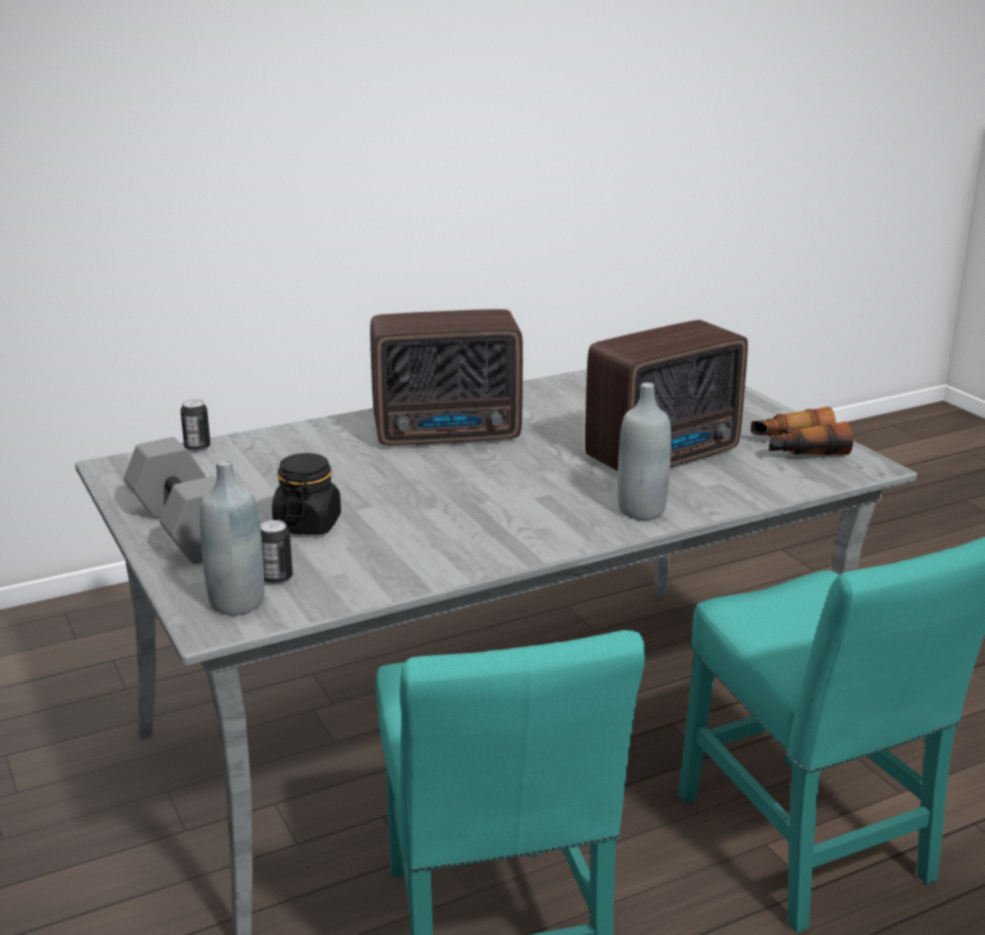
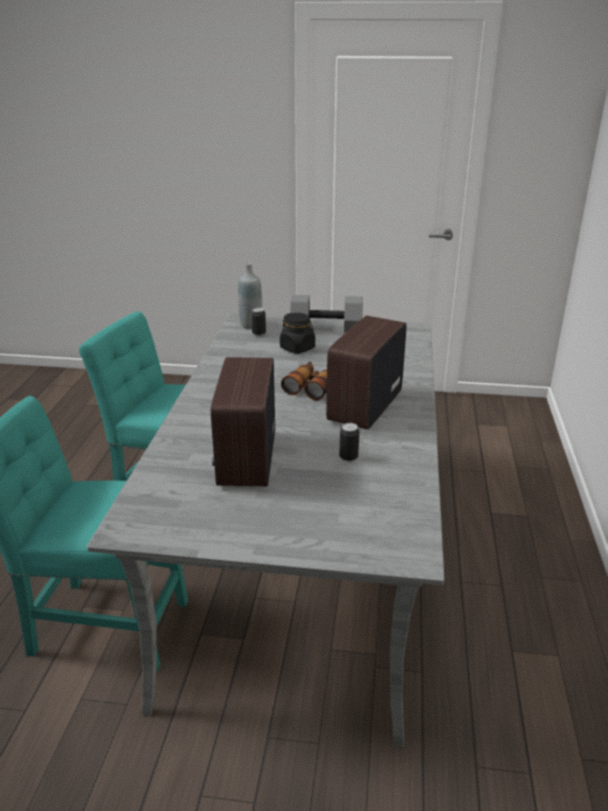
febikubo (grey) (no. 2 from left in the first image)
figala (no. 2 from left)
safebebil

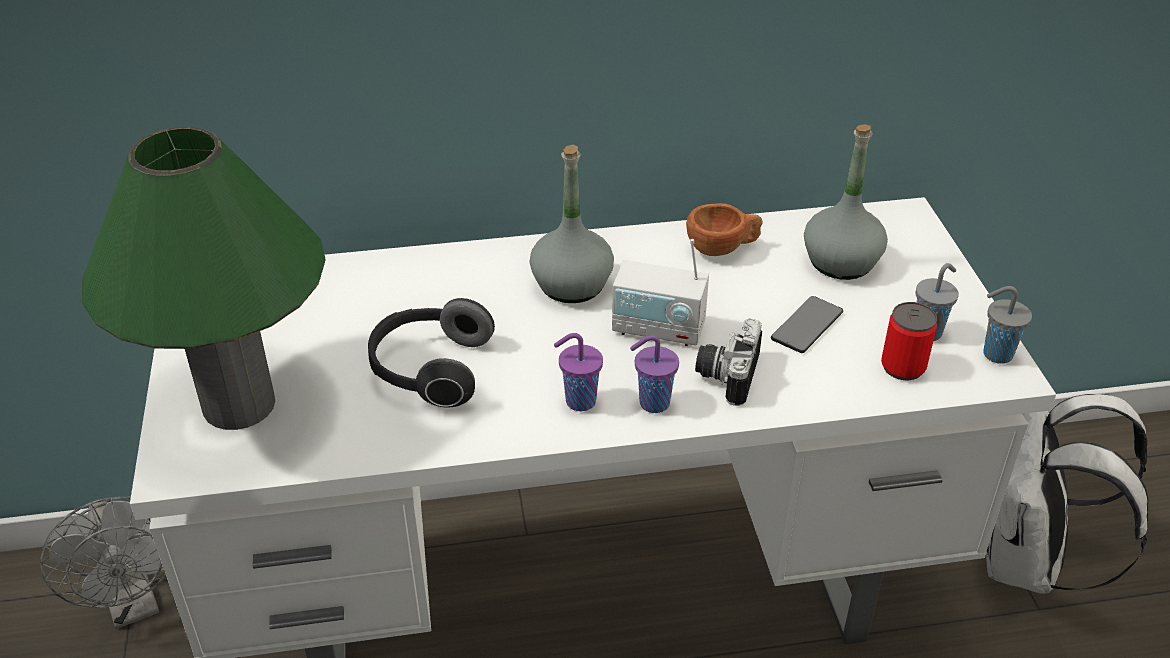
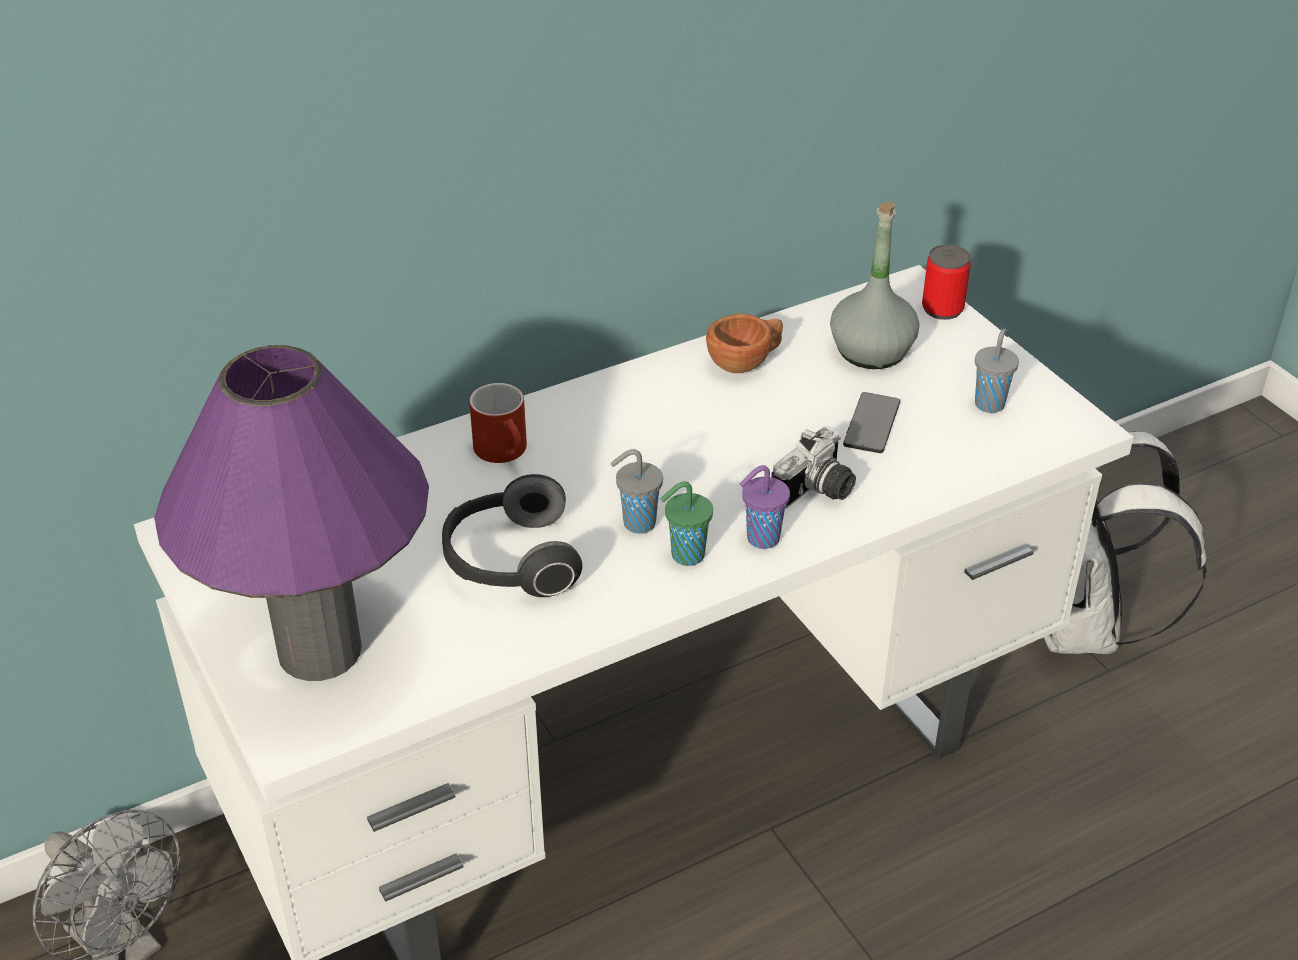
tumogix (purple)
febikubo (grey) (no. 1 from left in the first image)
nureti
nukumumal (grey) (no. 1 from left)
figala
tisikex
nukumumal (green)
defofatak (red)

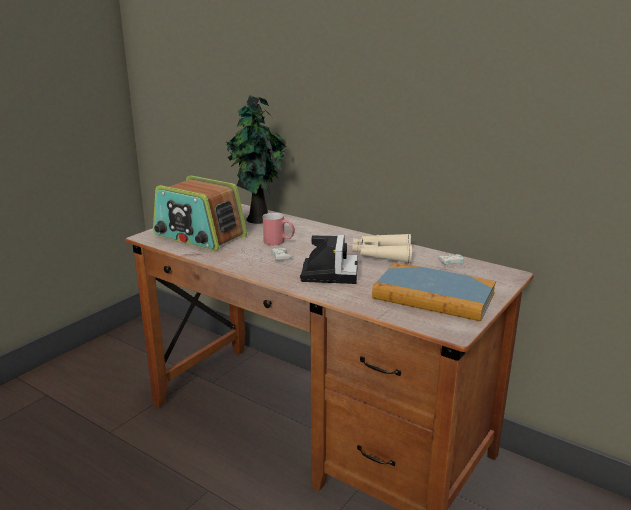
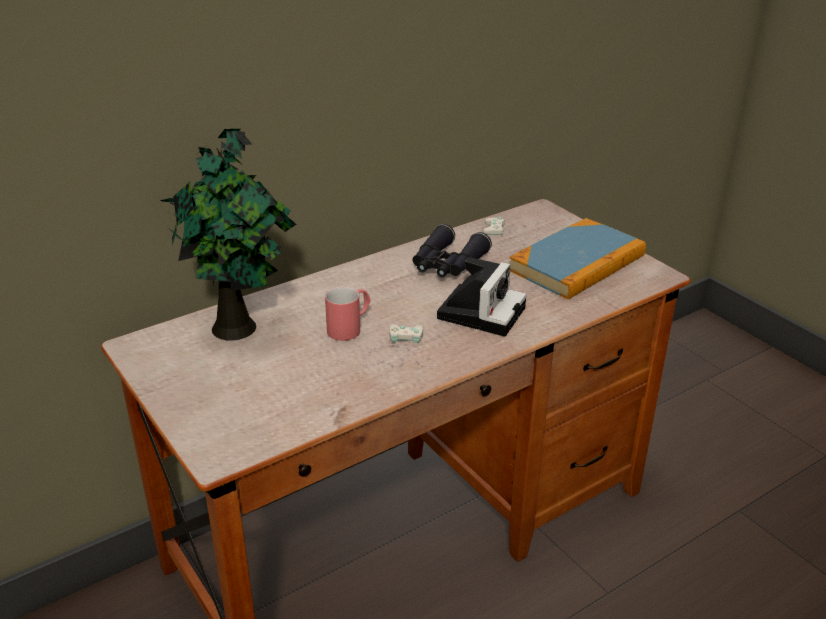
nureti
tisikex
safebebil (black)

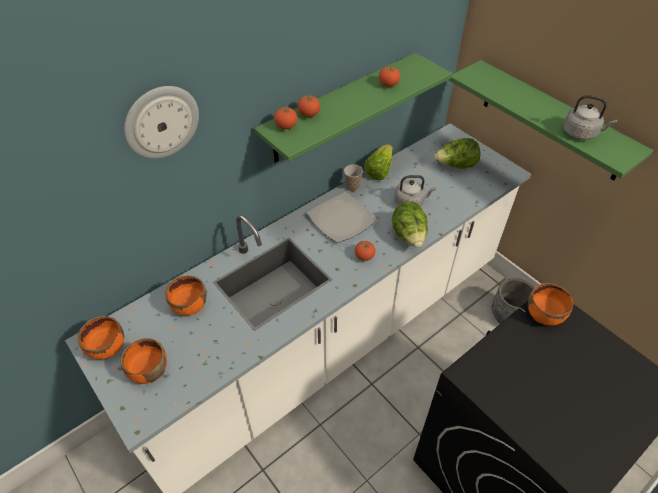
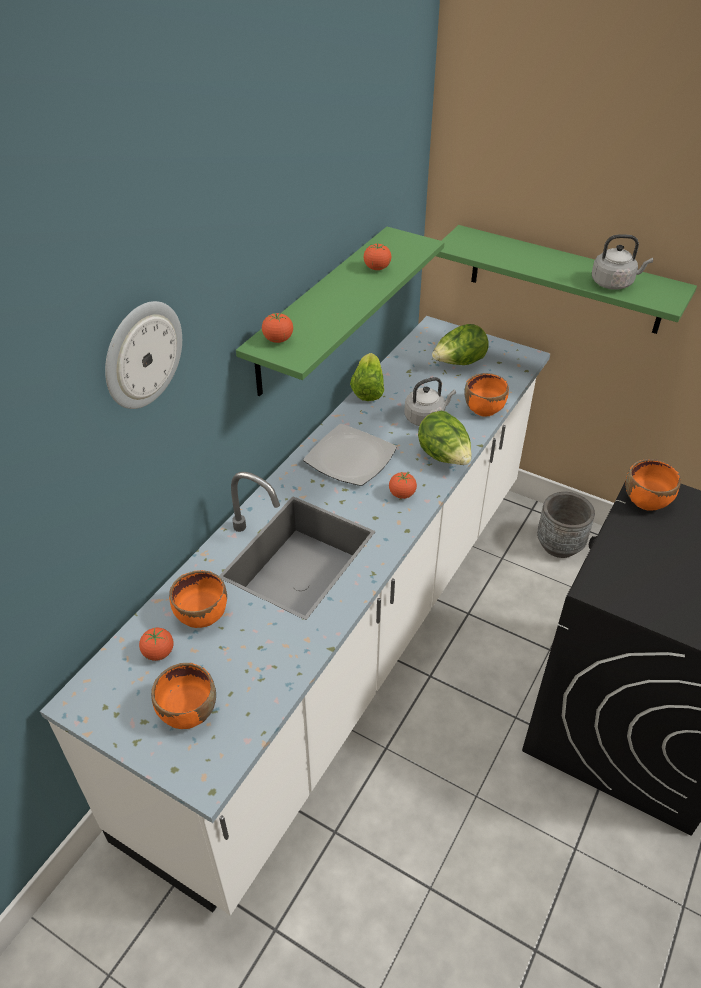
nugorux (no. 1 from left)
nukumumal
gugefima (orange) (no. 3 from left)

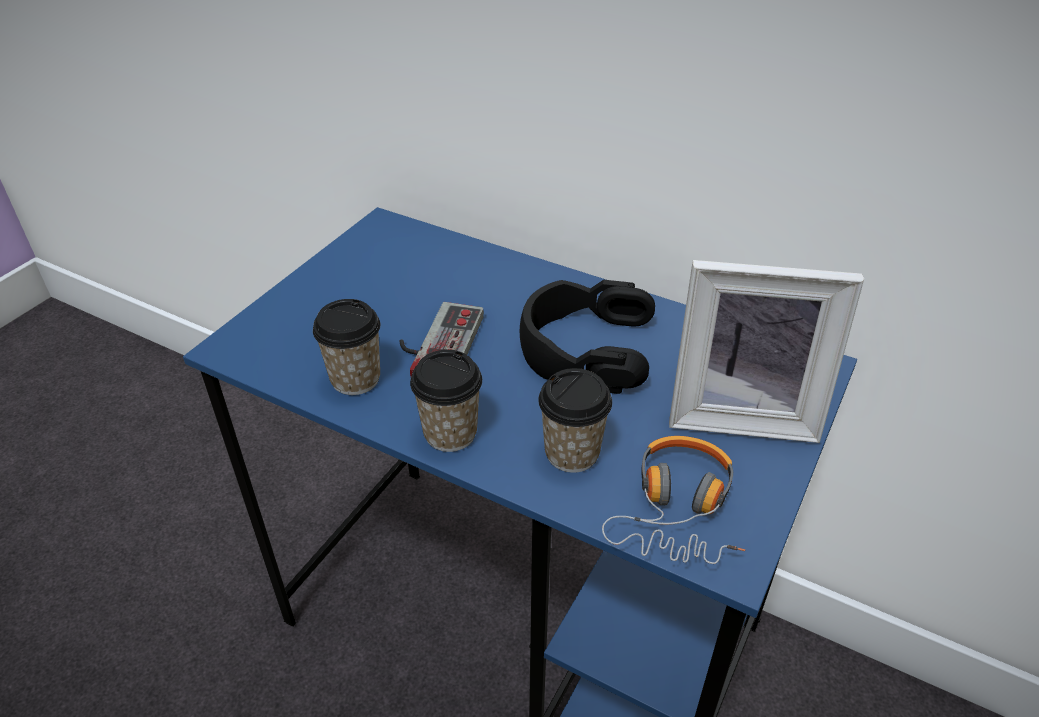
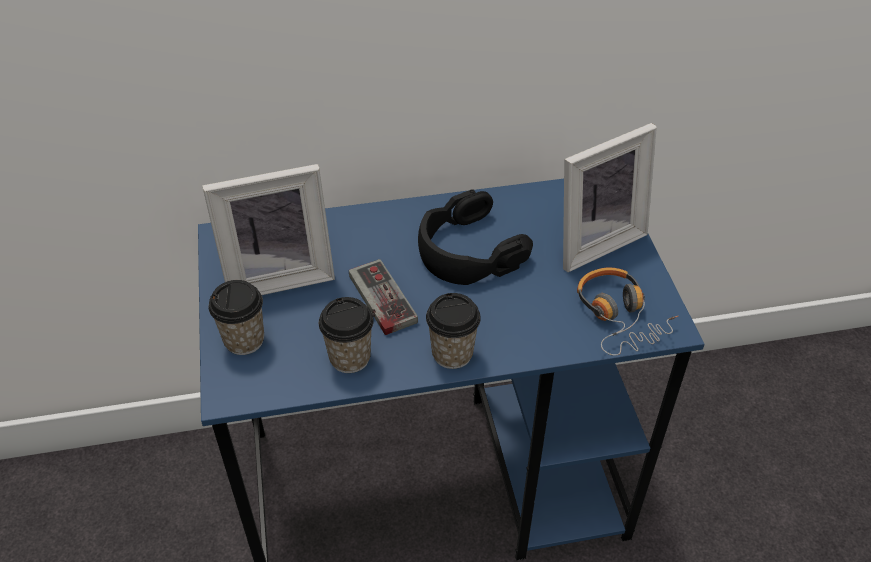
nukumumal (no. 1 from left)
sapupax (no. 1 from left)

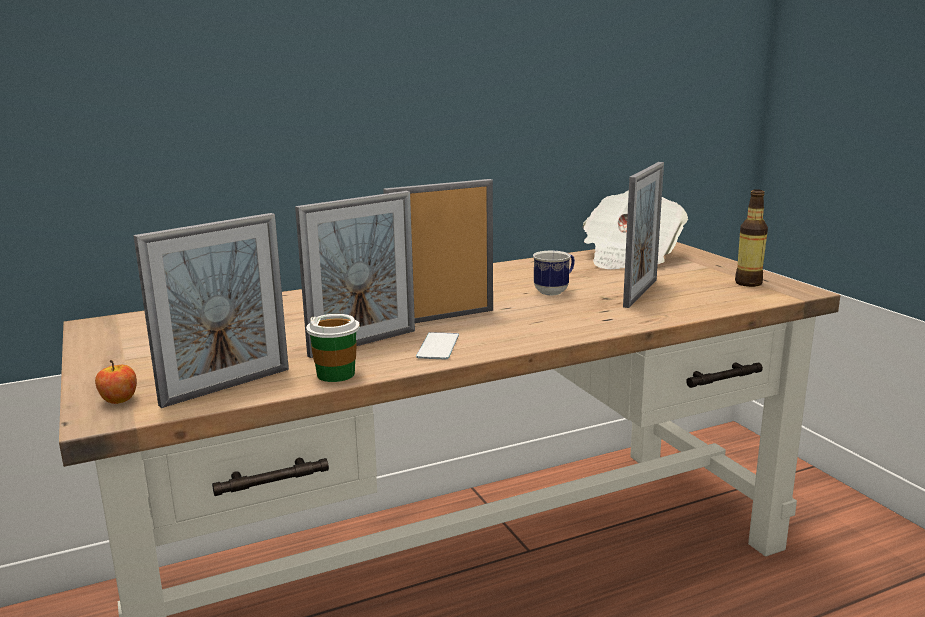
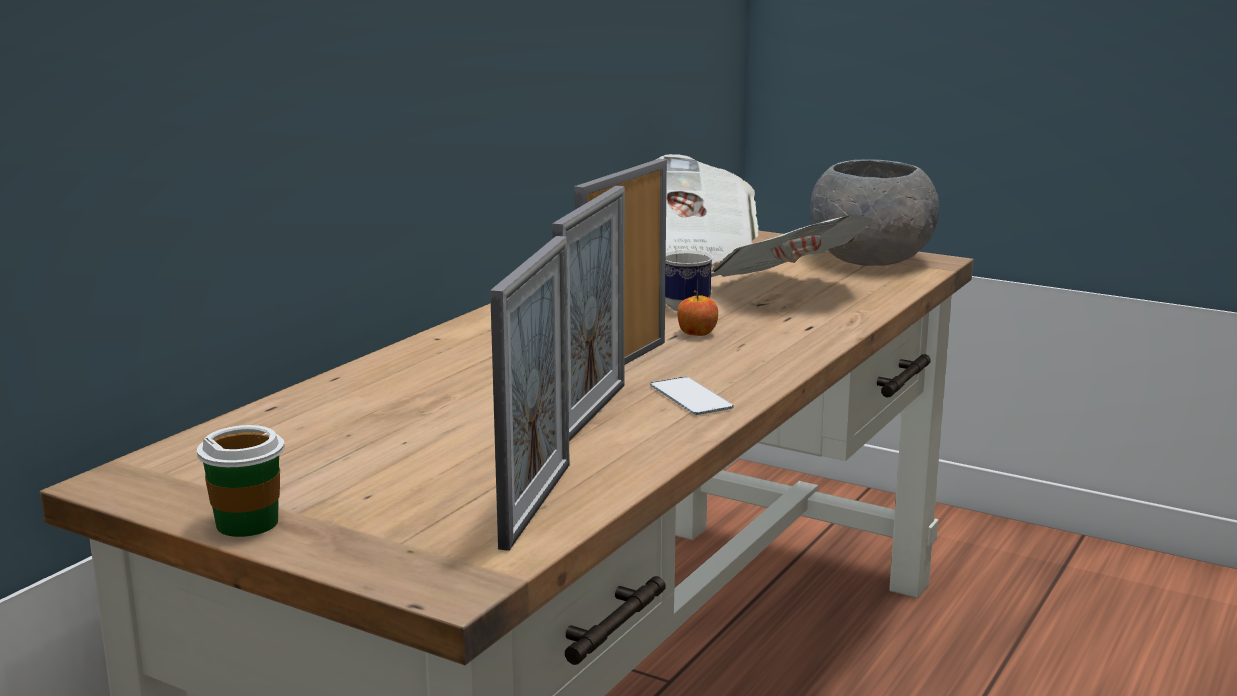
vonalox (no. 2 from left)
gugefima (grey)
nukumumal
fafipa

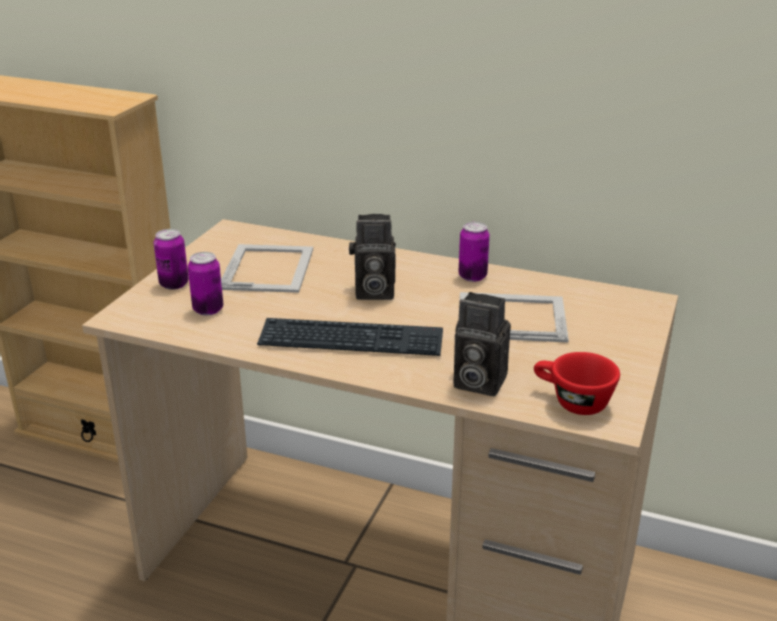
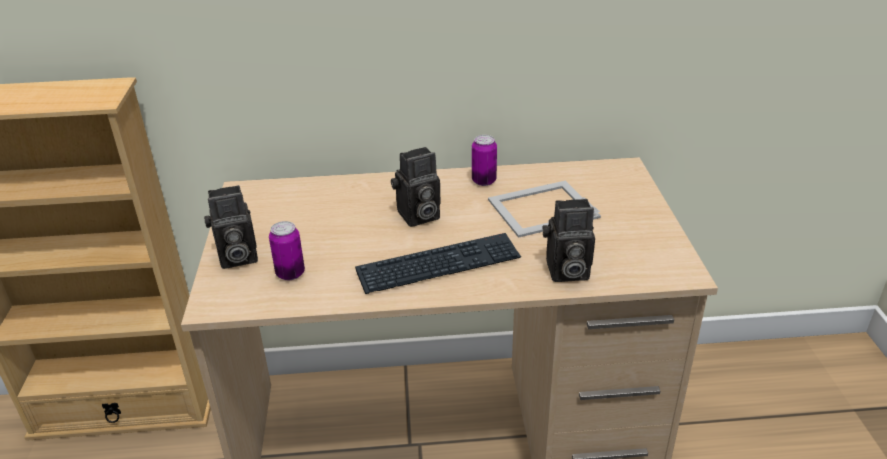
tisikex (no. 1 from left)
sapupax (no. 1 from left in the first image)
nukumumal (red)

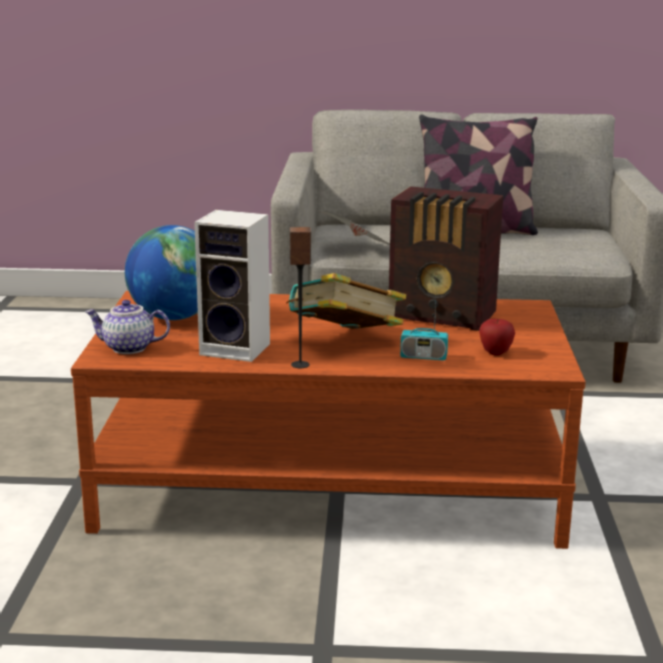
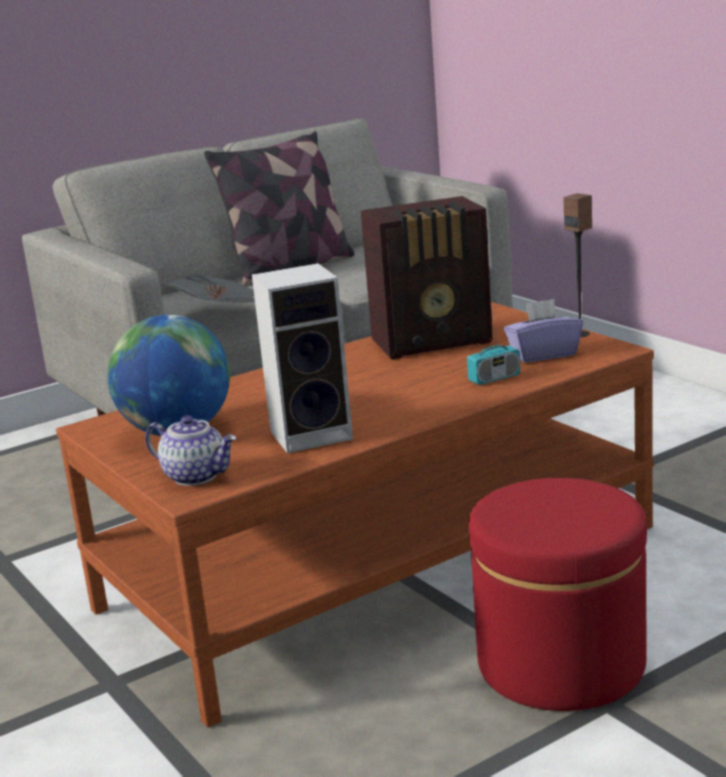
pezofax (no. 2 from left)
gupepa
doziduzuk
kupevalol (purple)
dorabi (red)

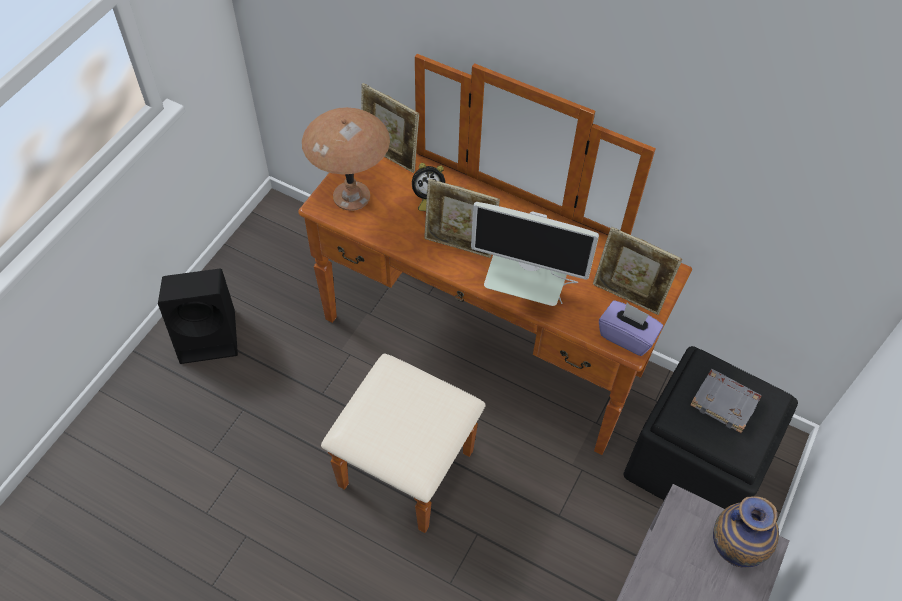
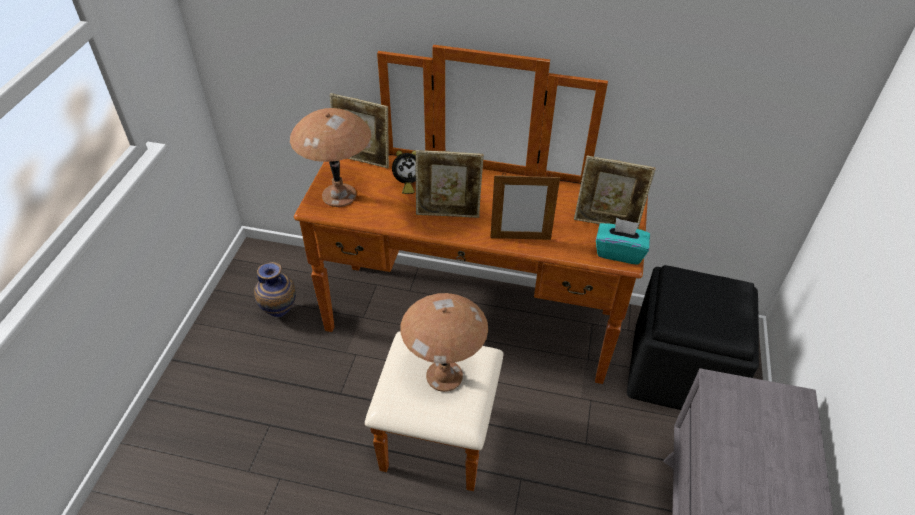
sapupax (no. 3 from left)
pezofax (black)
kupevalol (turquoise)
gupepa (grey)
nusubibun
tumogix (brown) (no. 2 from left)

